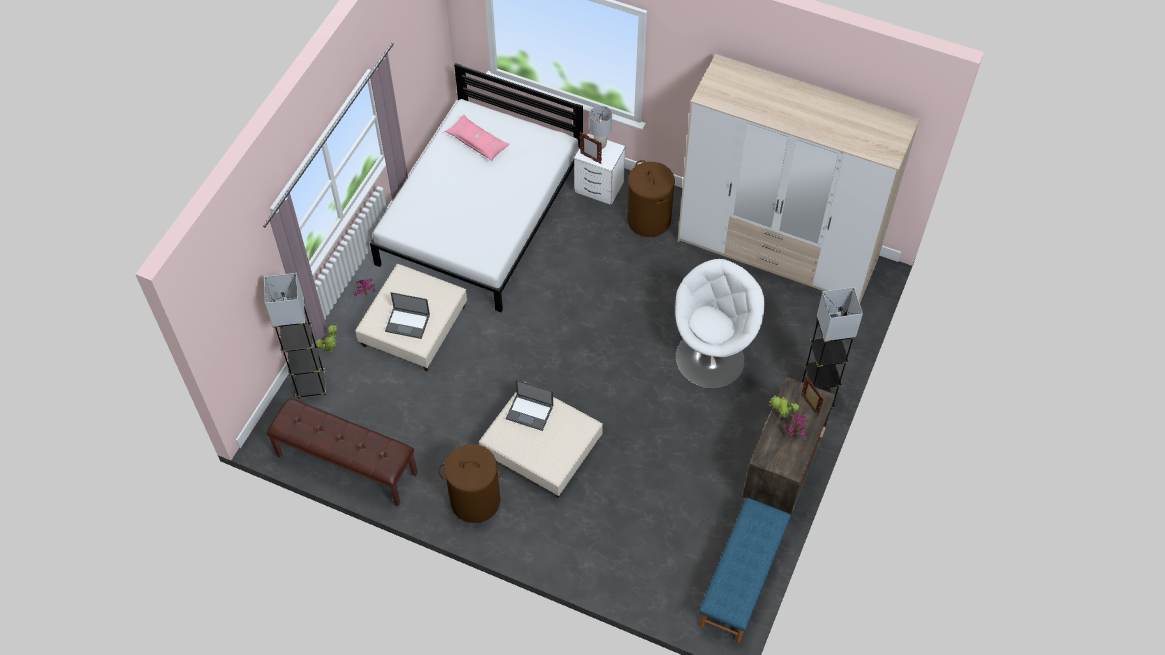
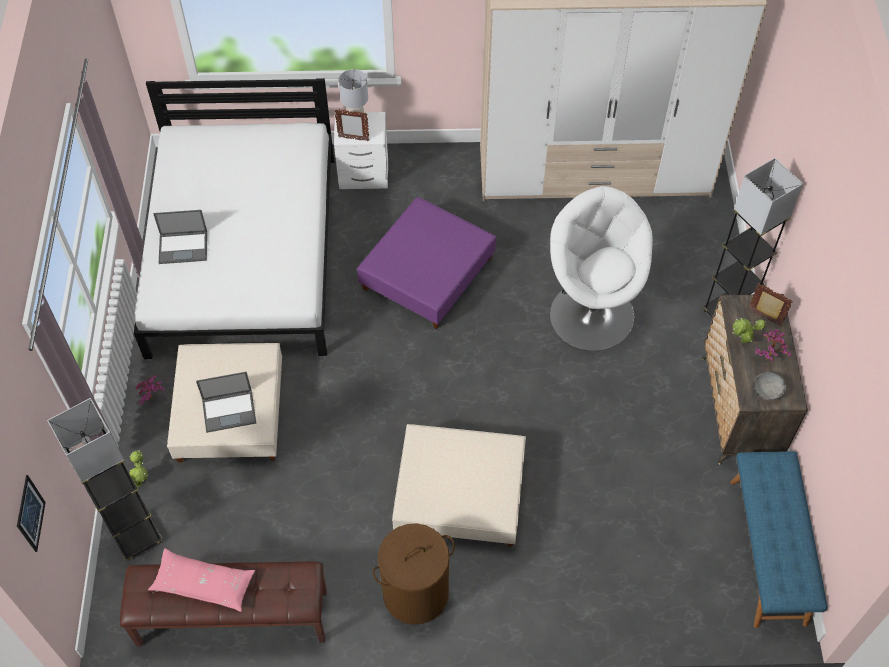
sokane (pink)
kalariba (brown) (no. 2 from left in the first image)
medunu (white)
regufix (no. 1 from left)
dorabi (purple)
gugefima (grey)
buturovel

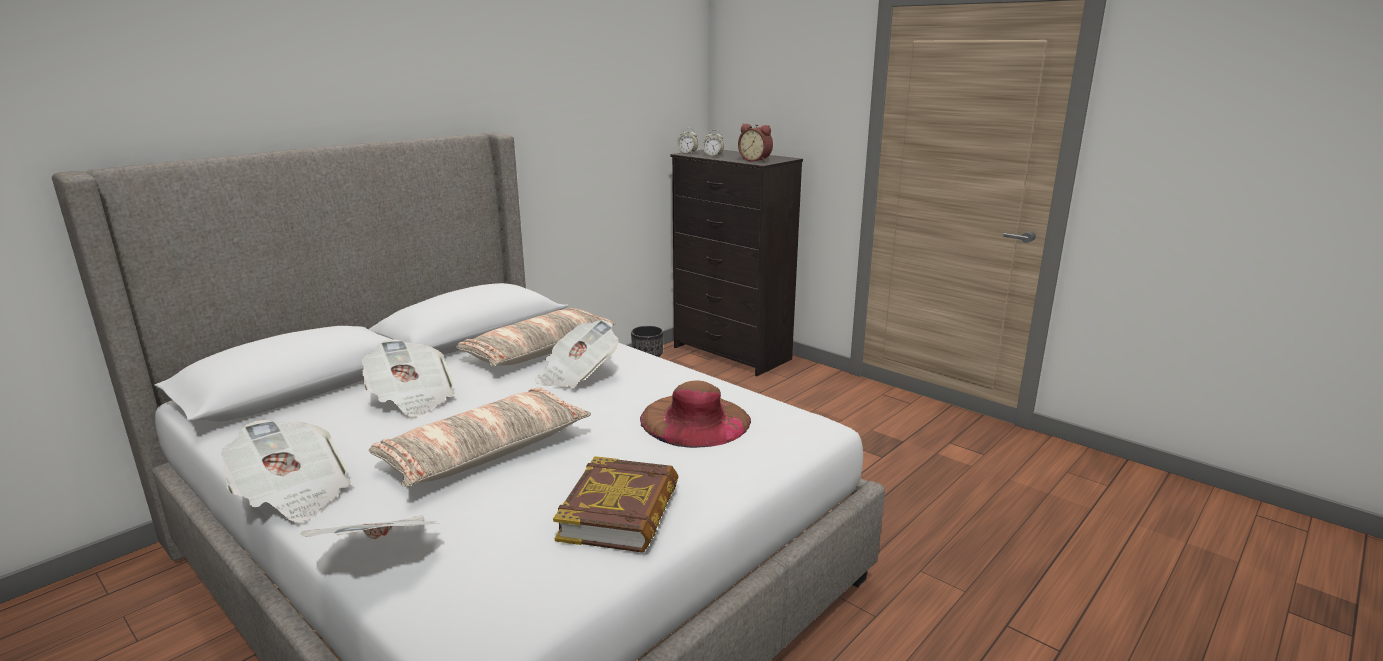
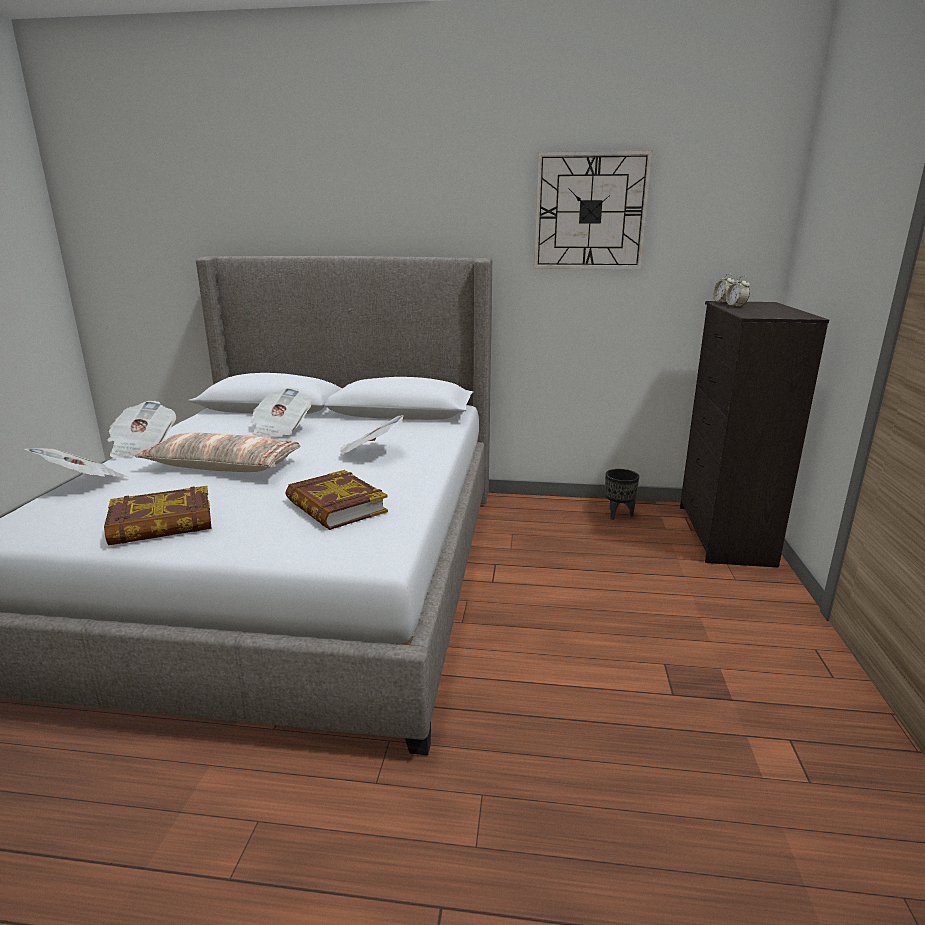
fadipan (no. 3 from left in the first image)
sokane (no. 2 from left in the first image)
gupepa (no. 2 from left)
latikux

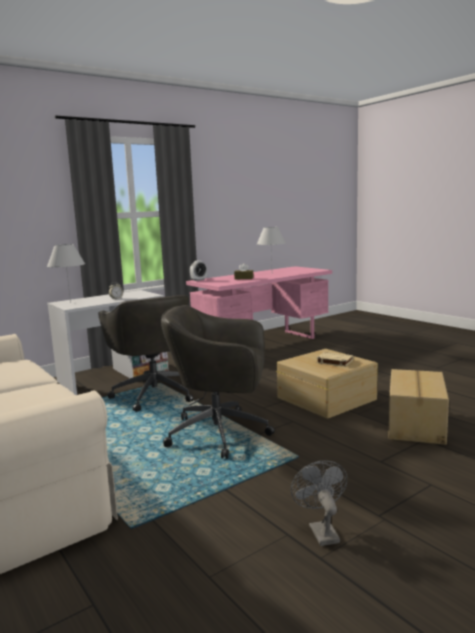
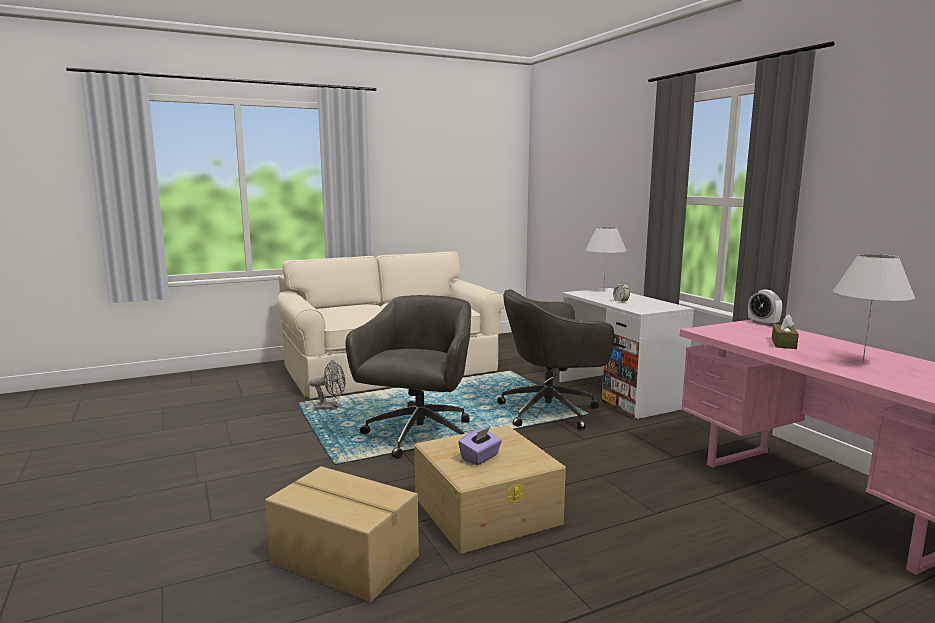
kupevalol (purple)
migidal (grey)

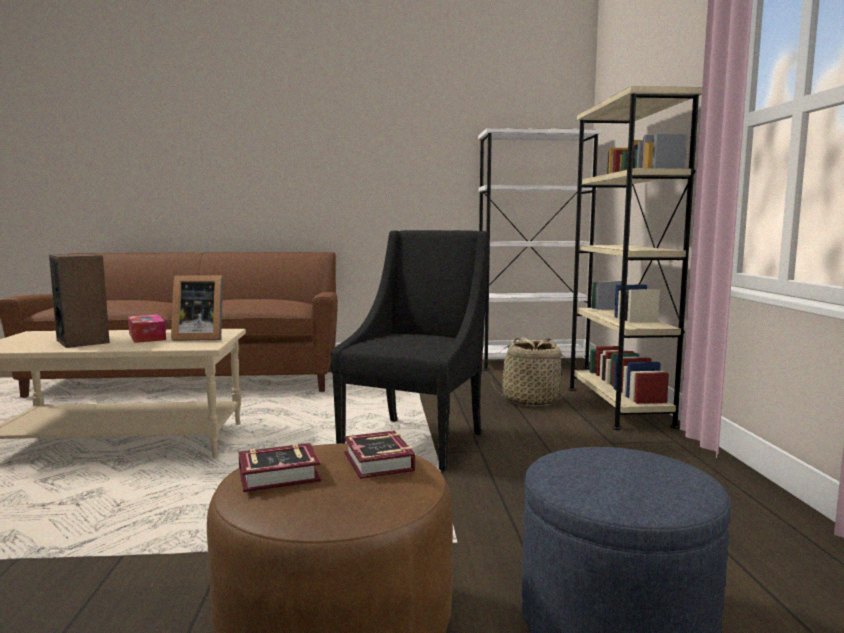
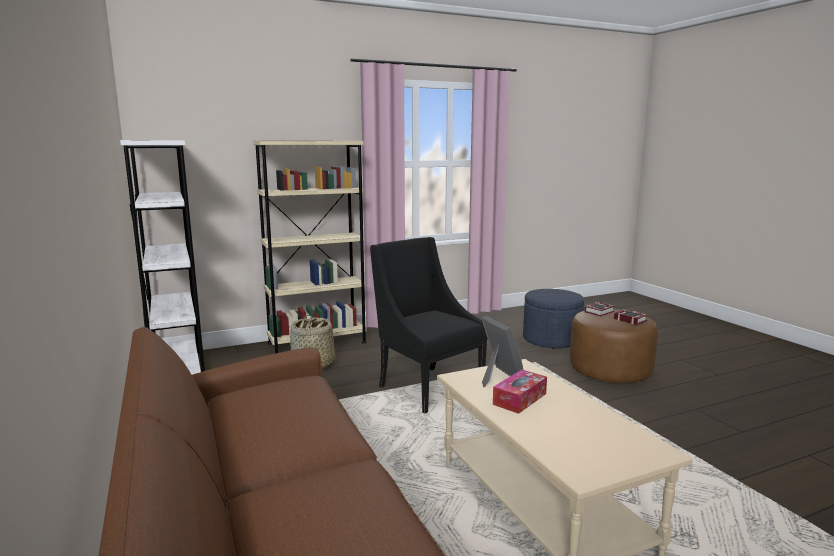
medunu (black)
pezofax

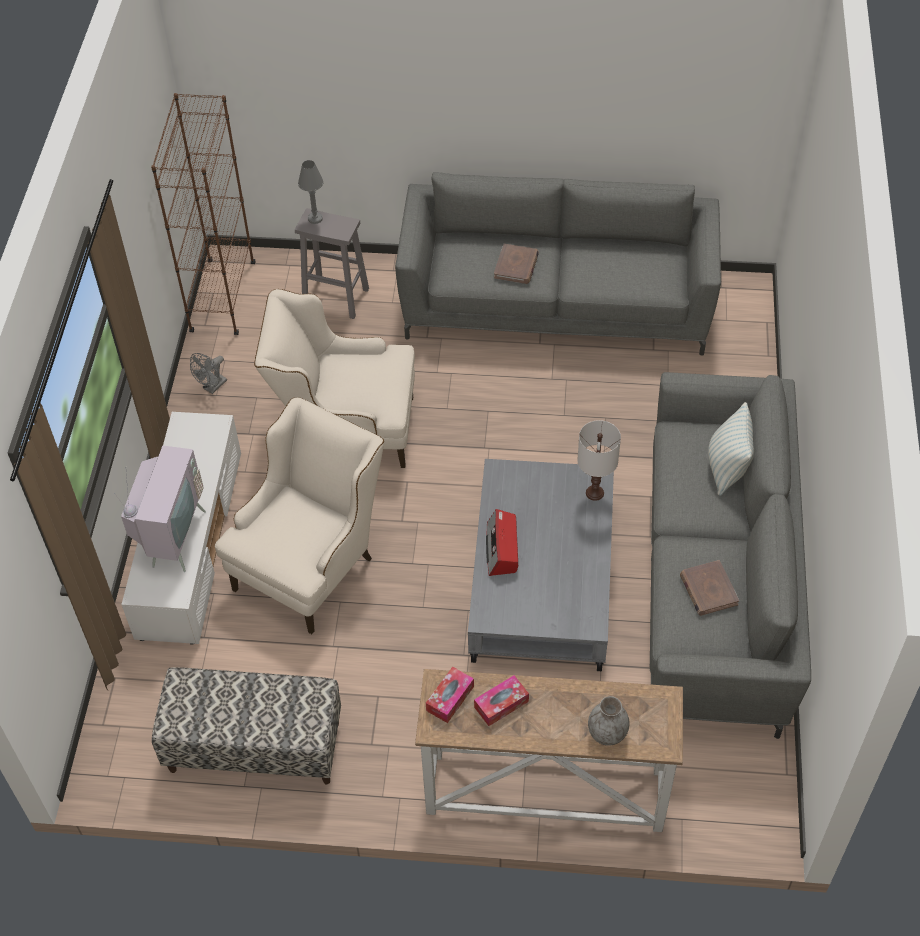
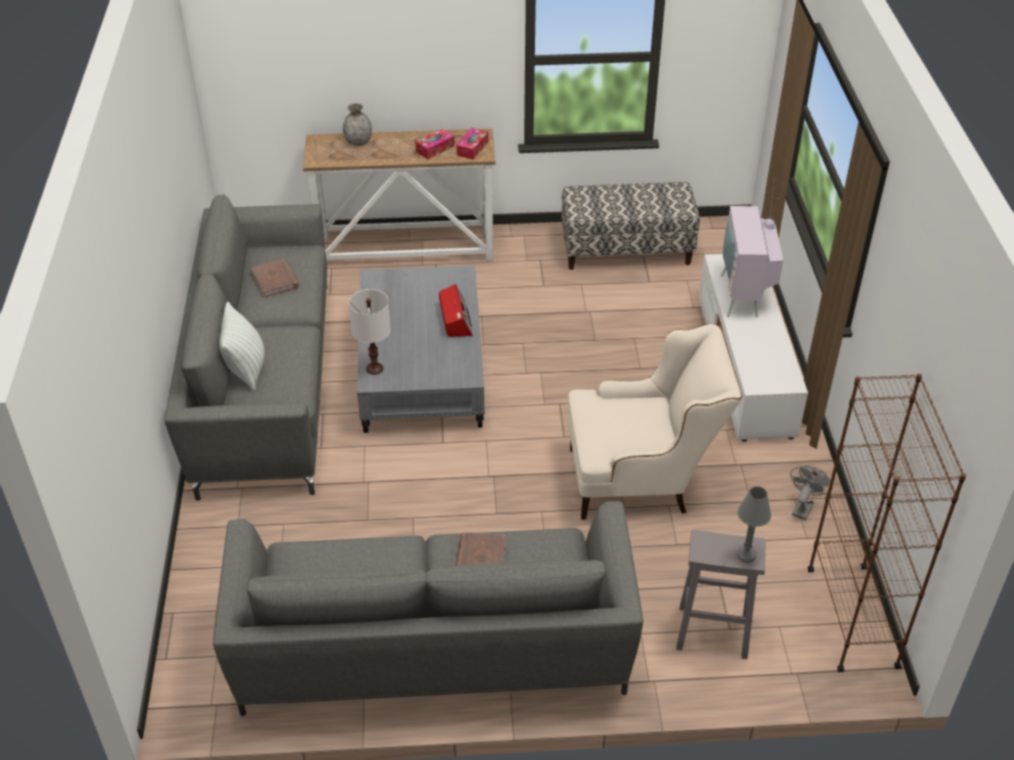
medunu (beige) (no. 1 from left in the first image)

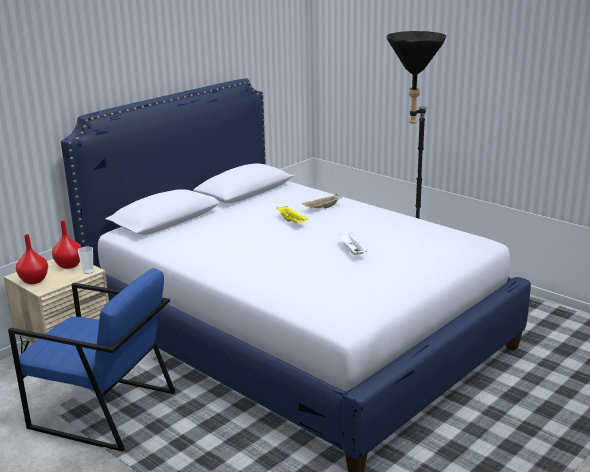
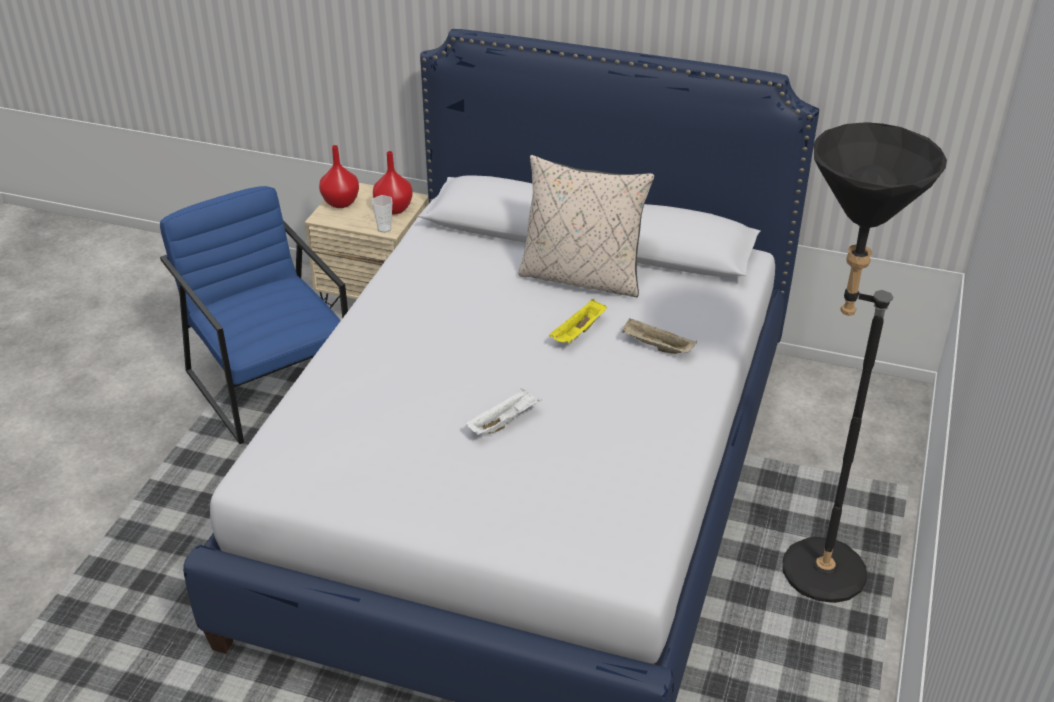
medunu (blue)
sokane (beige)

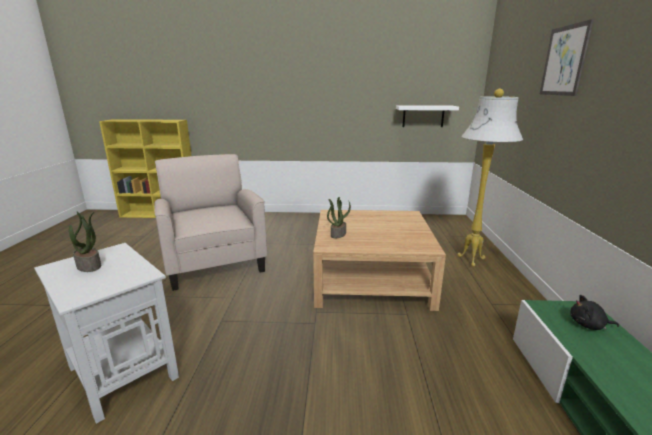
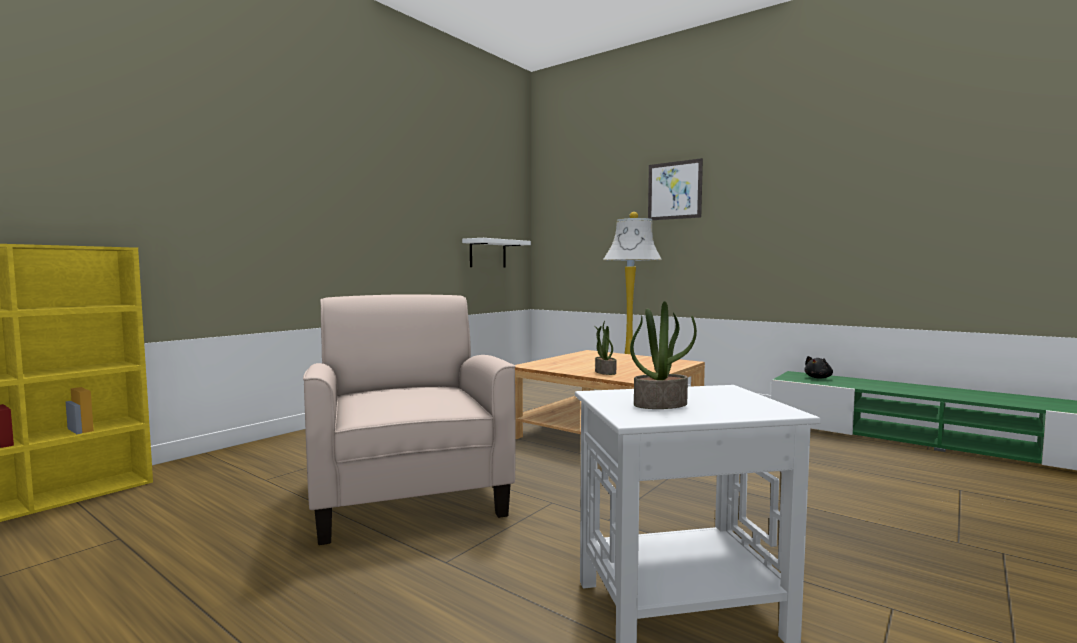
medunu (beige)

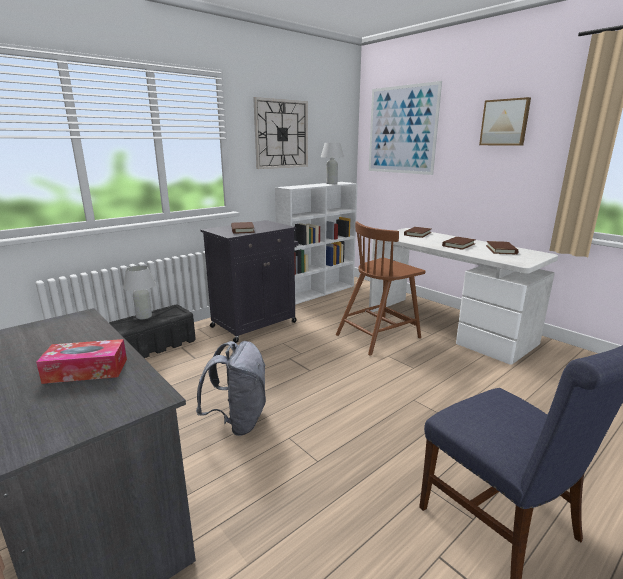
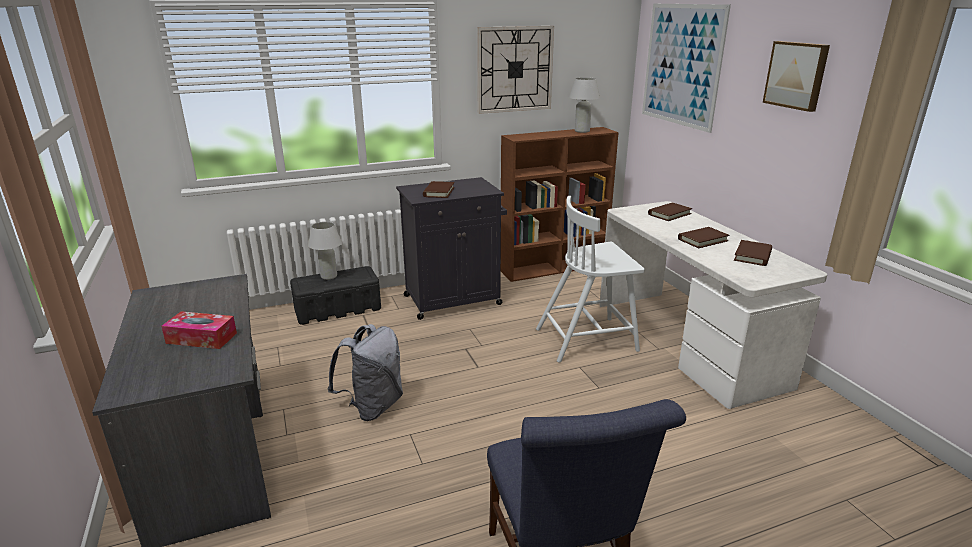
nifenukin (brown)
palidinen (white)

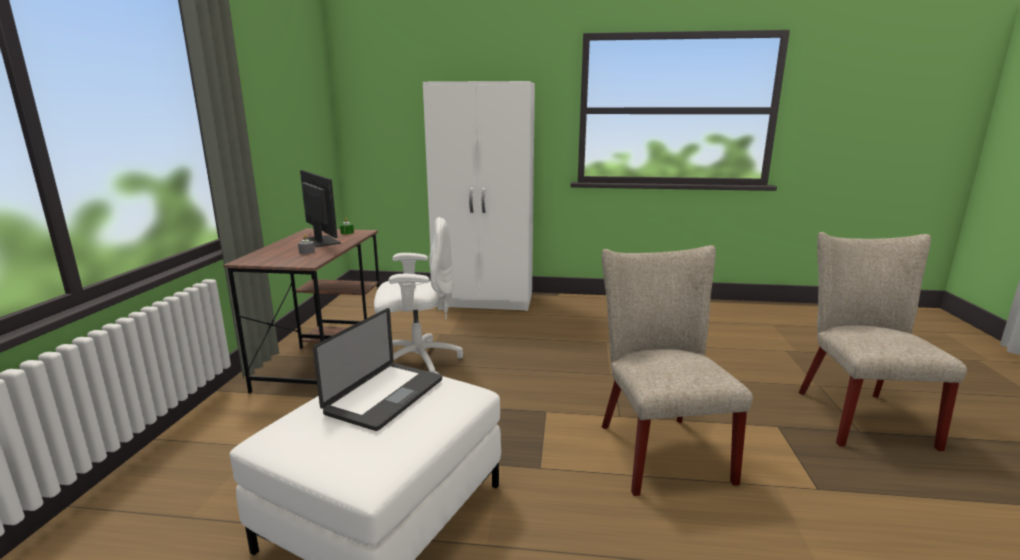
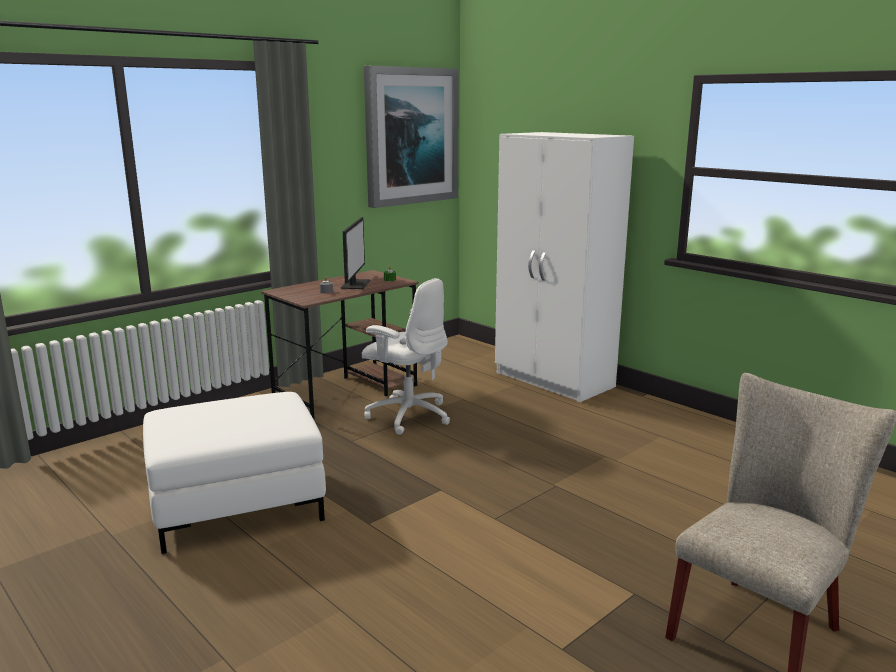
palidinen (beige) (no. 1 from left in the first image)
regufix
buturovel

